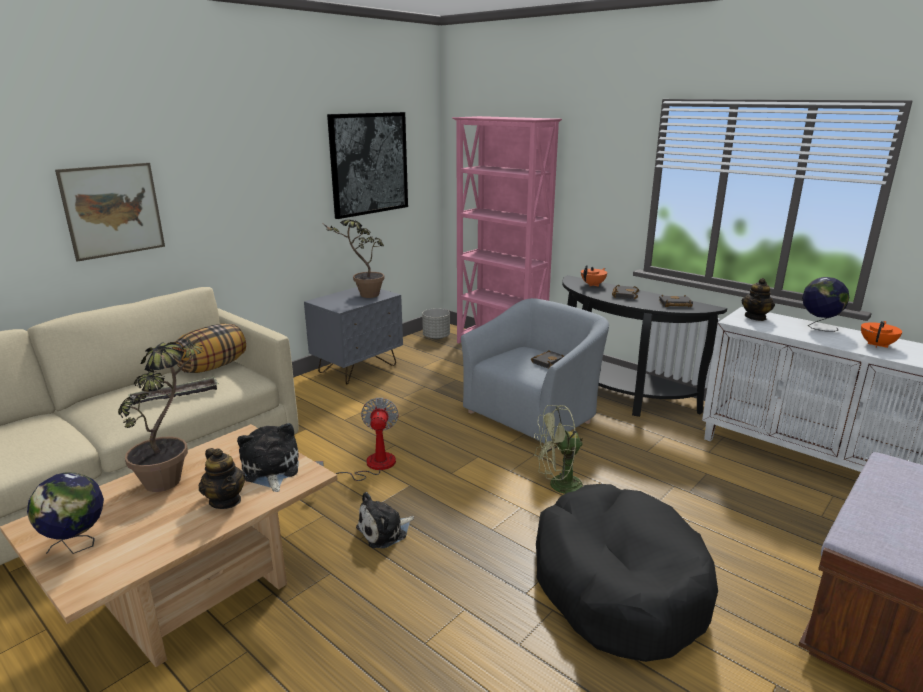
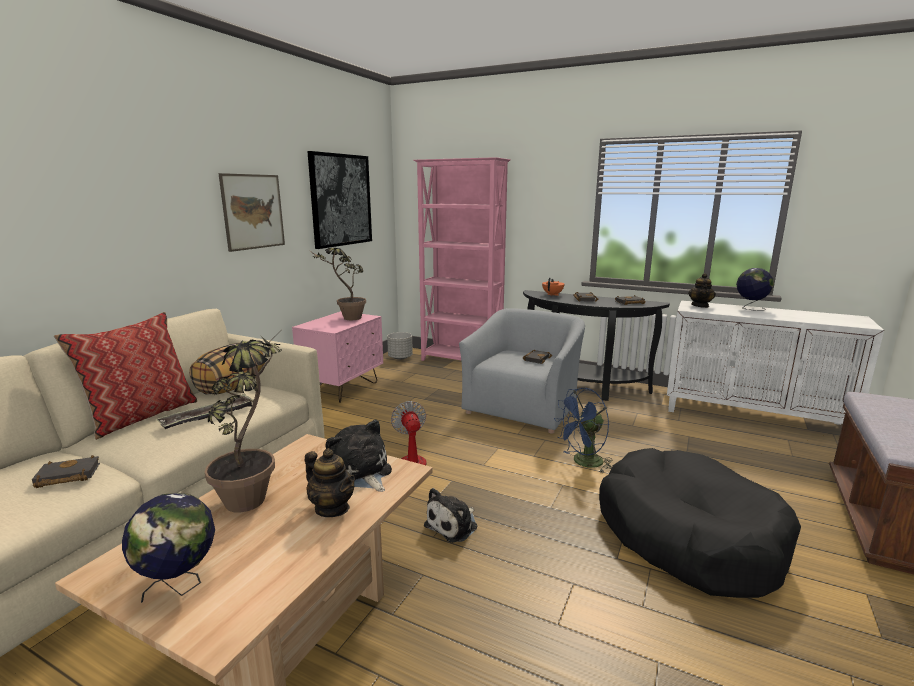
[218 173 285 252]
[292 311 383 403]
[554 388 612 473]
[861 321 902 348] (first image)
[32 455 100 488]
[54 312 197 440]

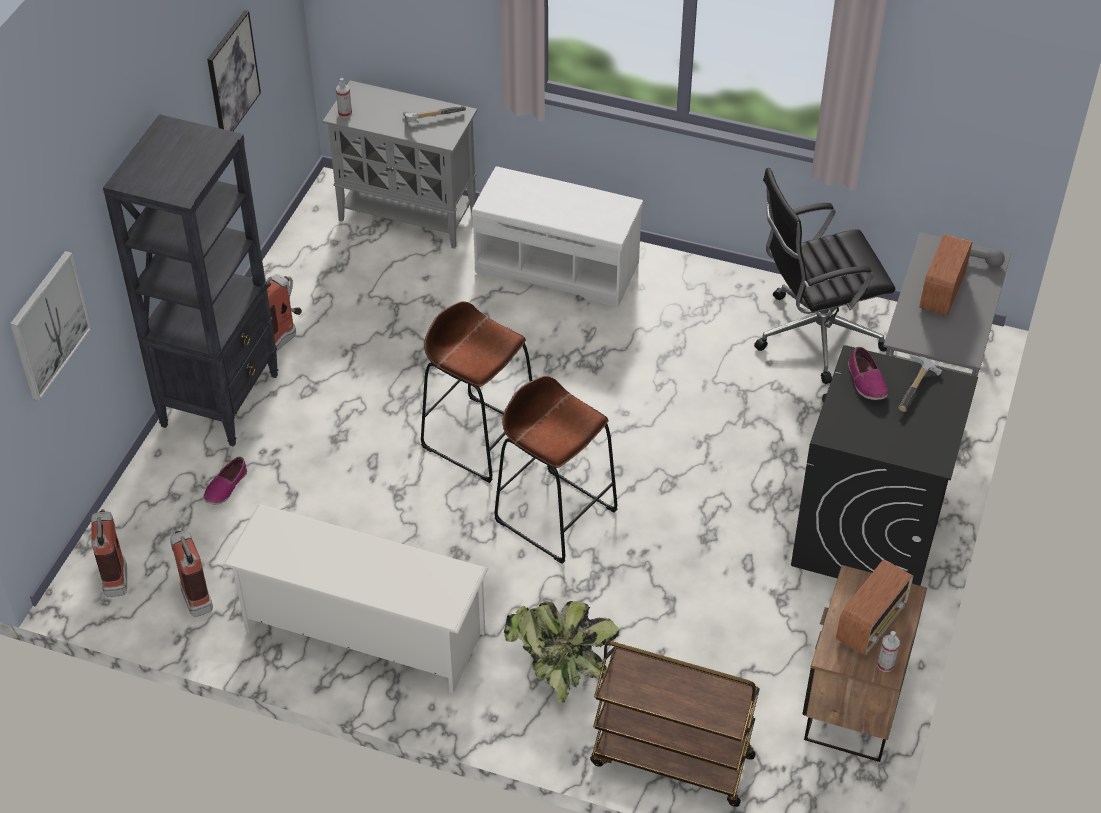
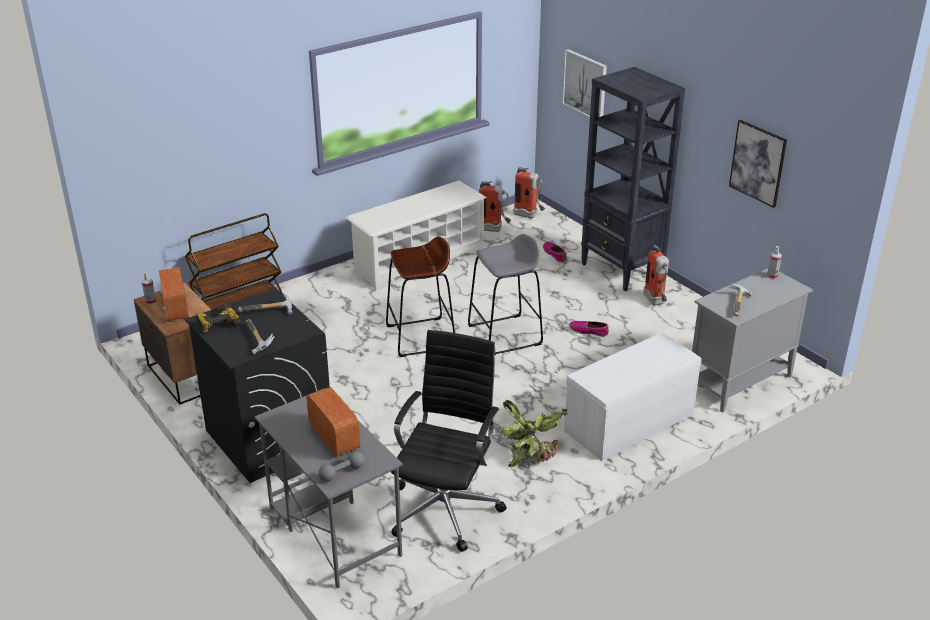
[468 234 543 355]
[500 400 567 467]
[569 321 609 337]
[196 303 240 333]
[238 292 292 314]

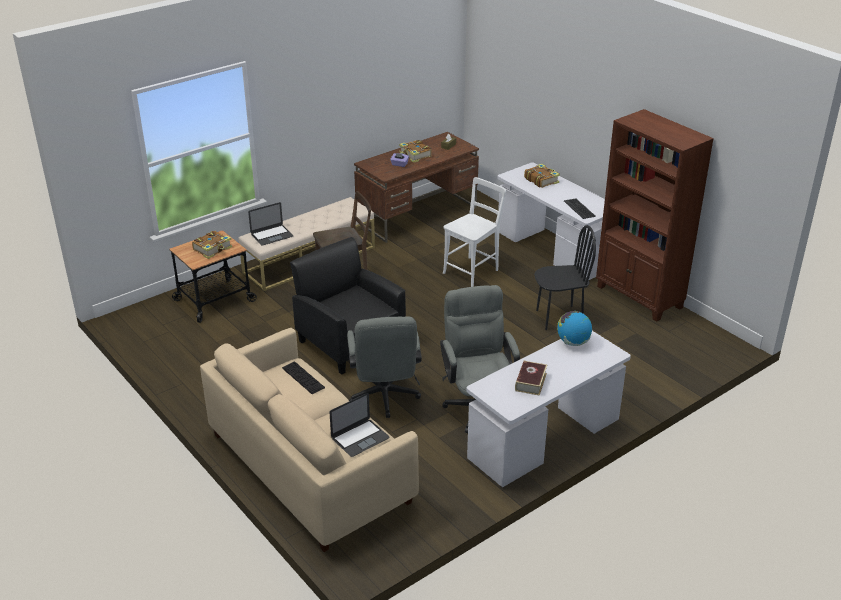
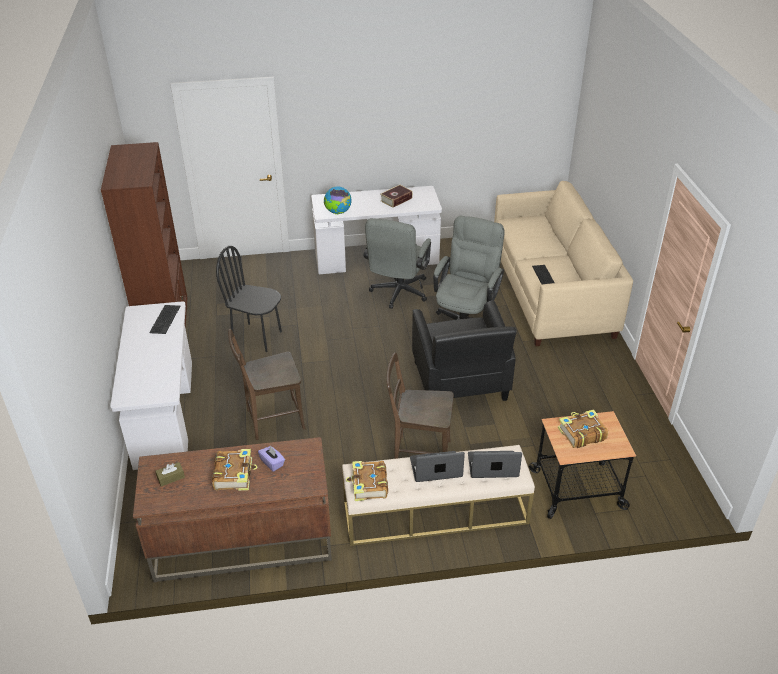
[410 451 465 482]
[228 329 306 440]
[346 461 388 501]

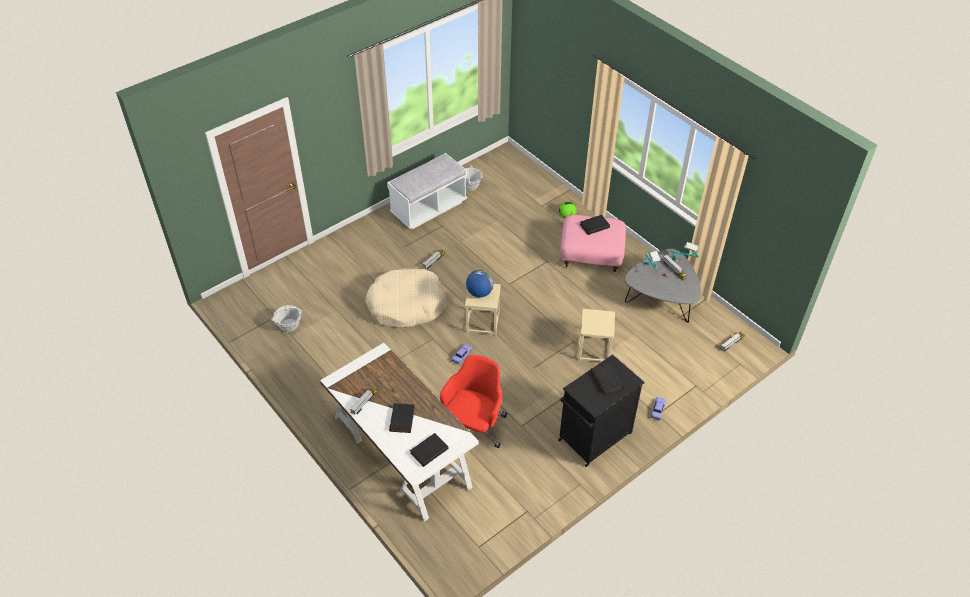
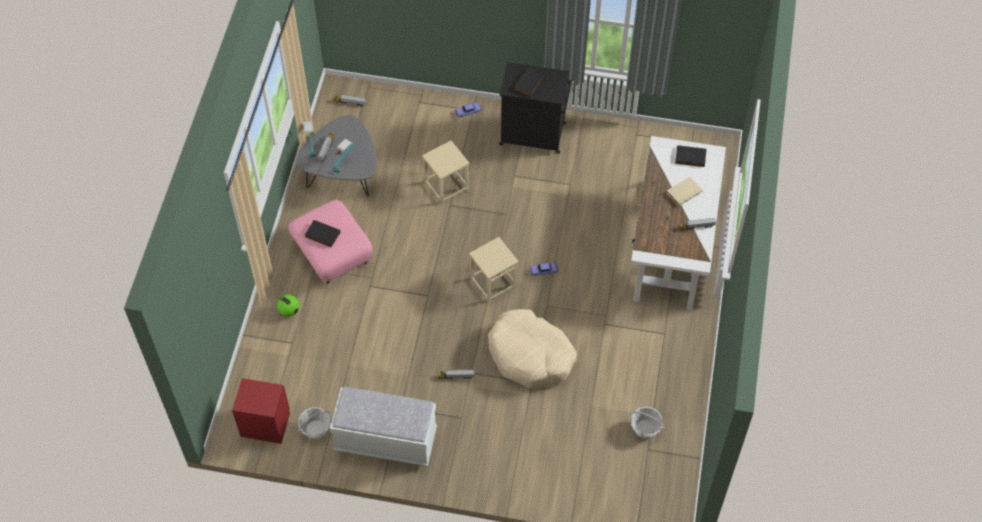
[667 177 702 206]
[440 355 507 448] (first image)
[466 270 494 297] (first image)
[232 378 290 444]

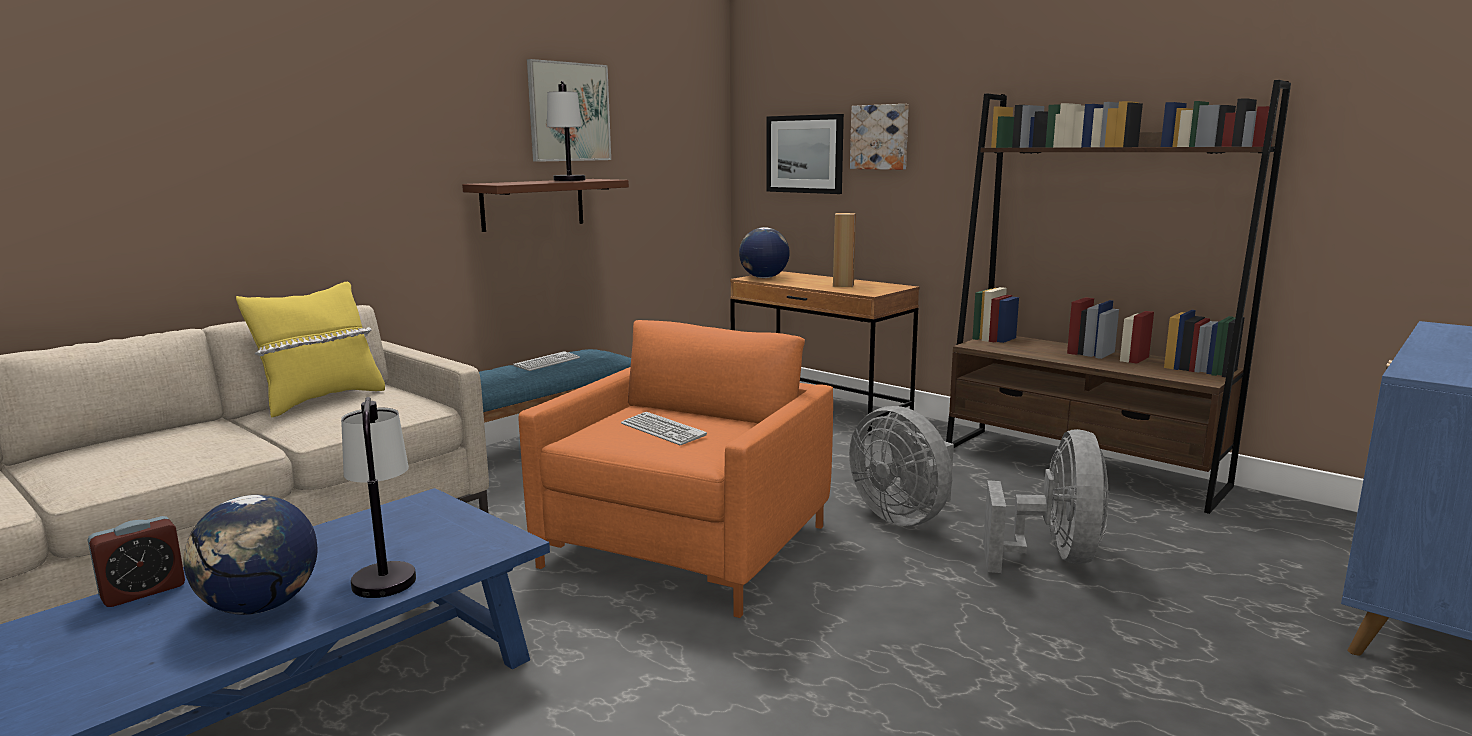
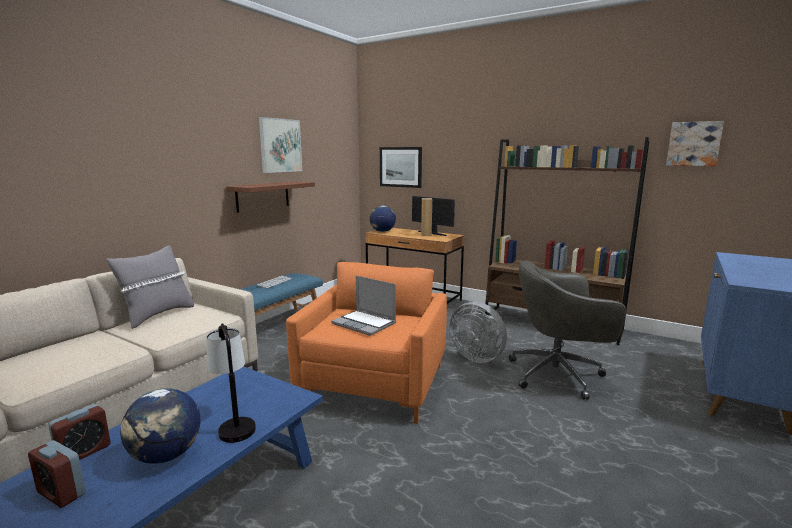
[107 246 194 329]
[547 81 585 181] (first image)
[331 276 396 336]
[666 121 724 166]
[509 261 626 400]
[28 440 86 508]
[412 196 455 236]

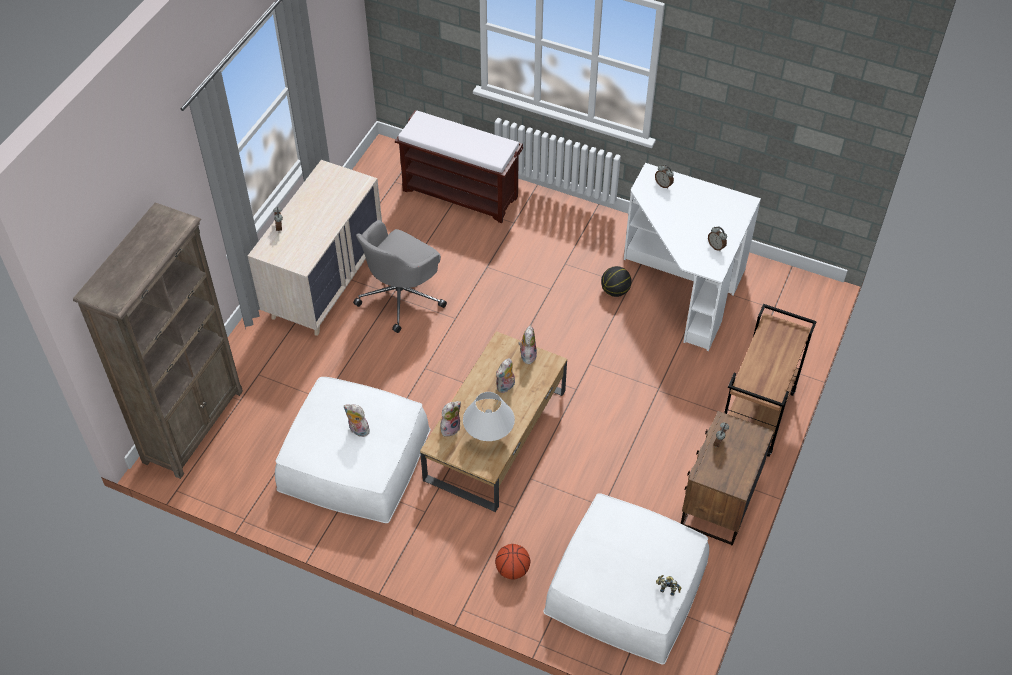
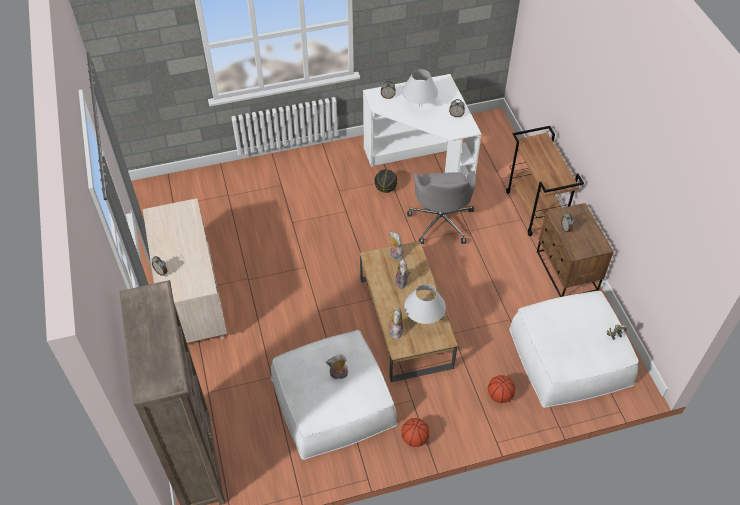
[407 171 476 244]
[395 110 523 223] (first image)
[401 418 430 447]
[402 69 438 107]

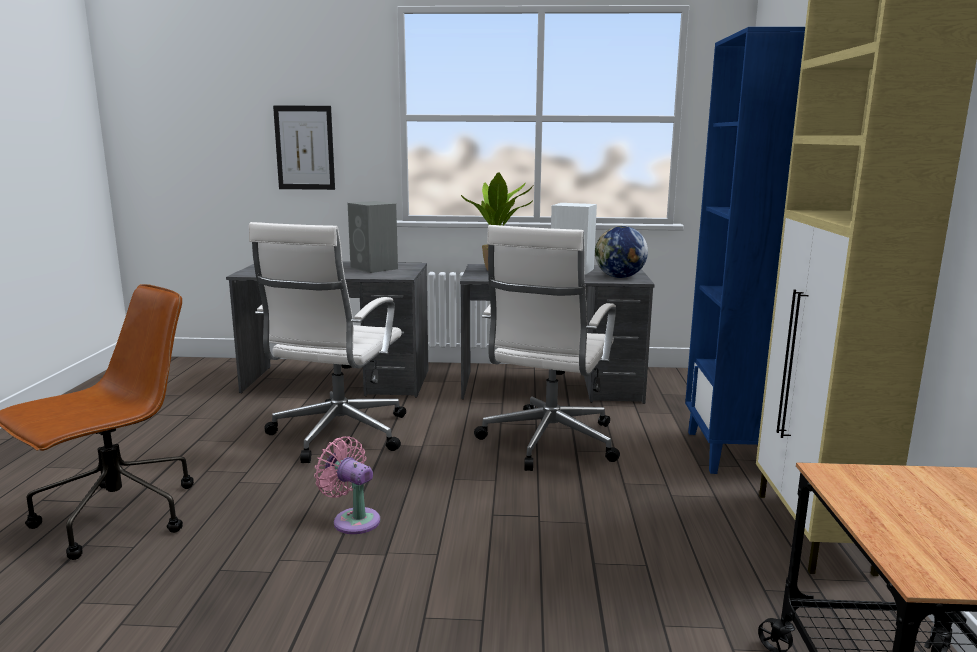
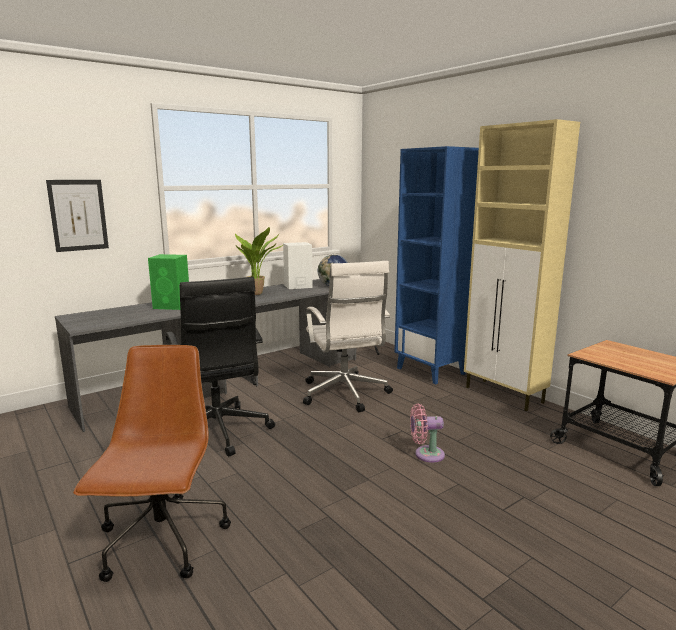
[166 277 275 457]
[410 404 445 463]
[148 254 189 310]

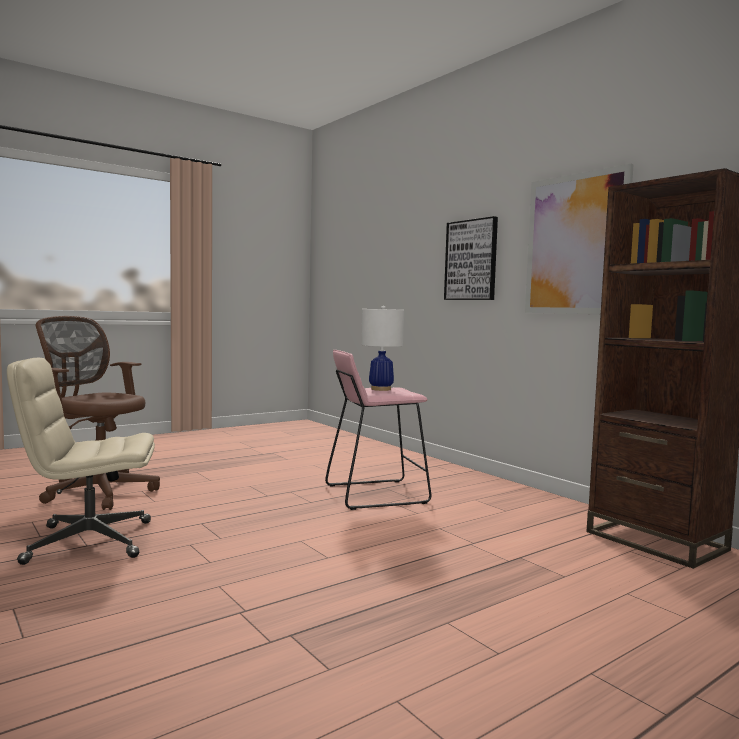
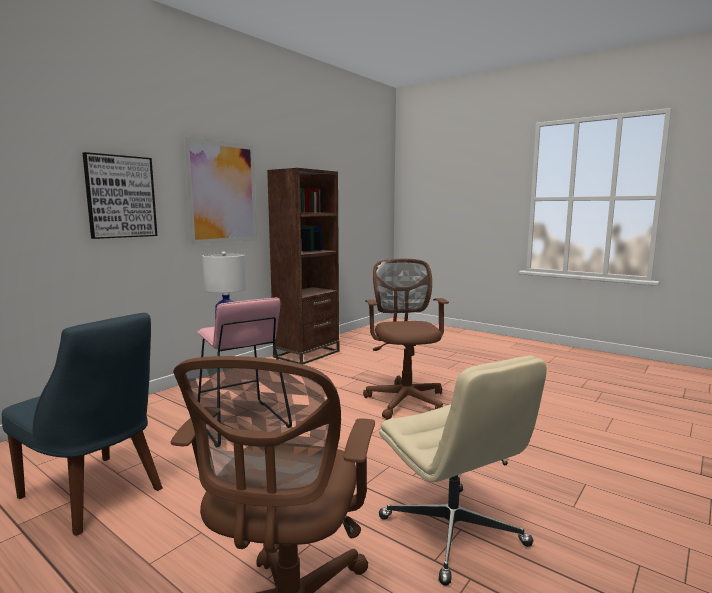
[1 313 163 536]
[363 259 449 420]

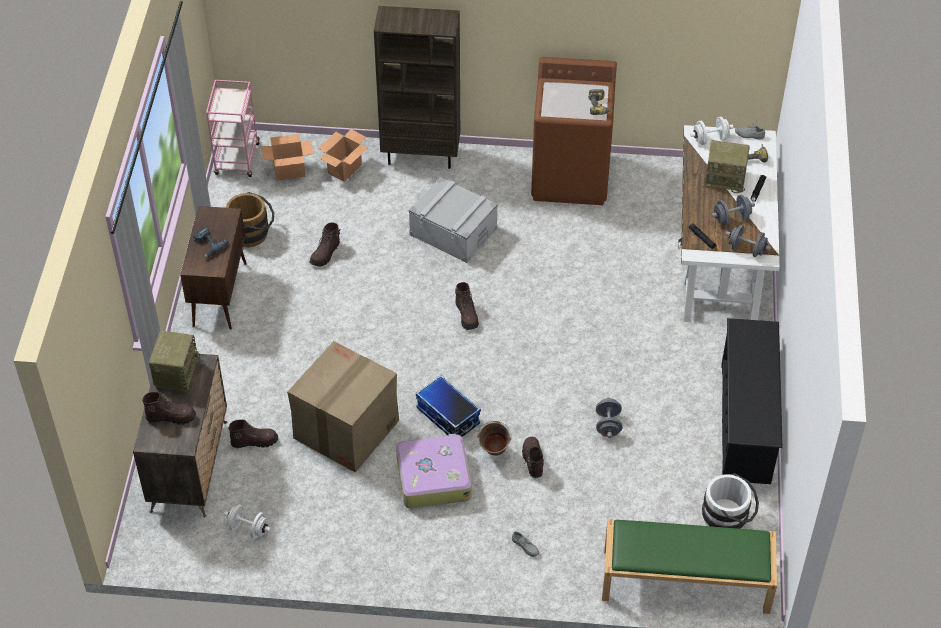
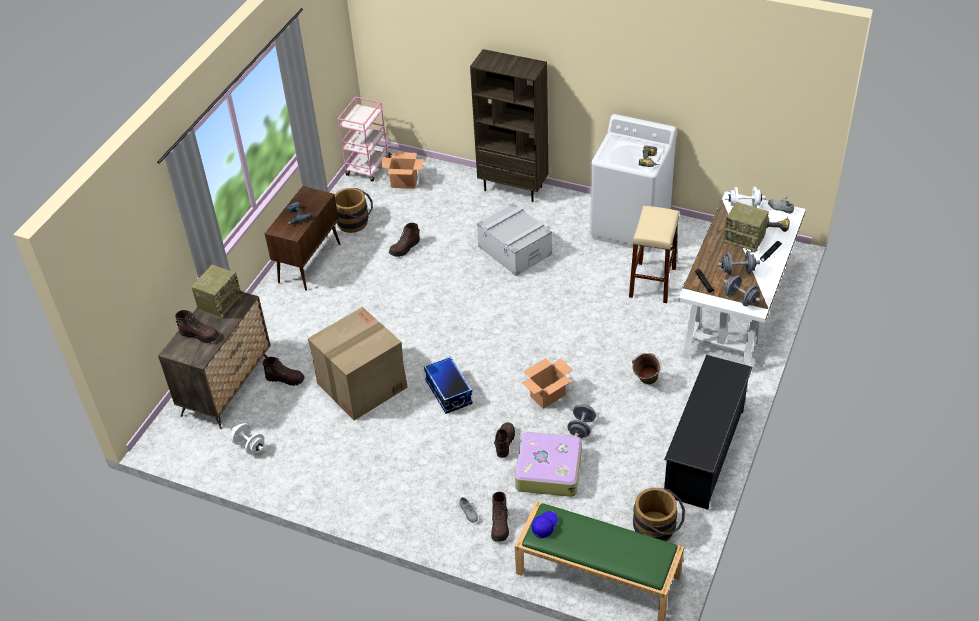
[522 358 573 409]
[515 431 582 497]
[491 492 510 542]
[632 353 661 385]
[590 114 676 252]
[633 488 685 542]
[532 511 558 538]
[629 206 679 303]

